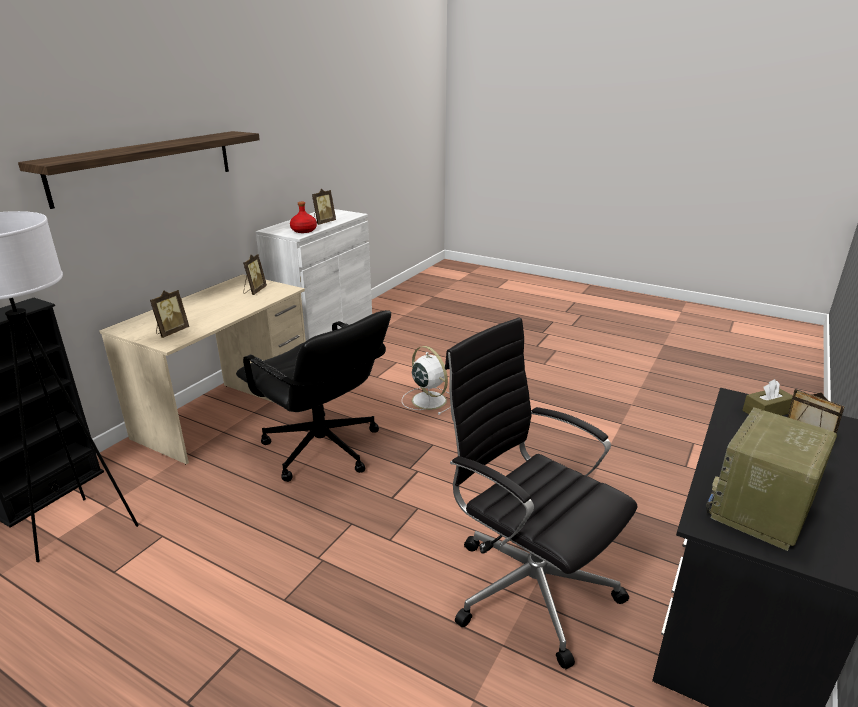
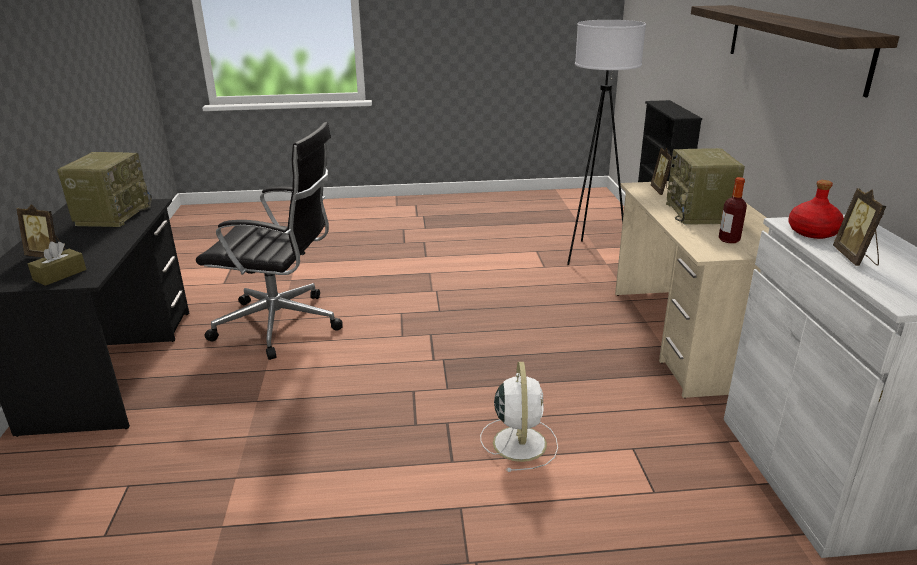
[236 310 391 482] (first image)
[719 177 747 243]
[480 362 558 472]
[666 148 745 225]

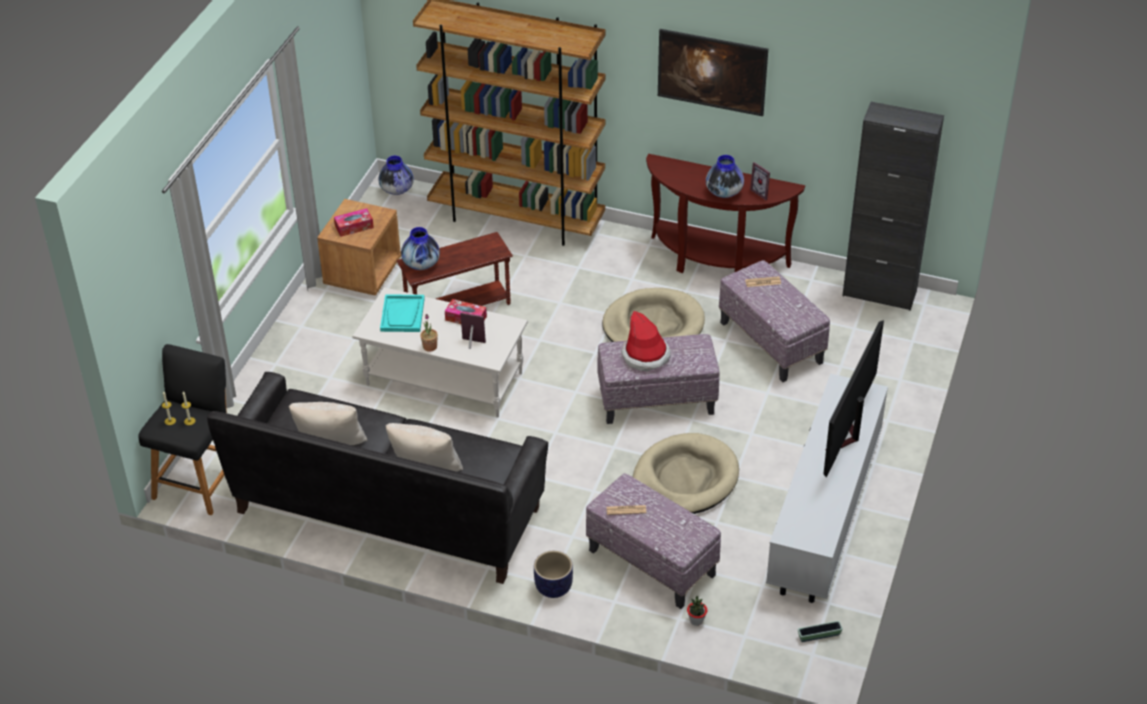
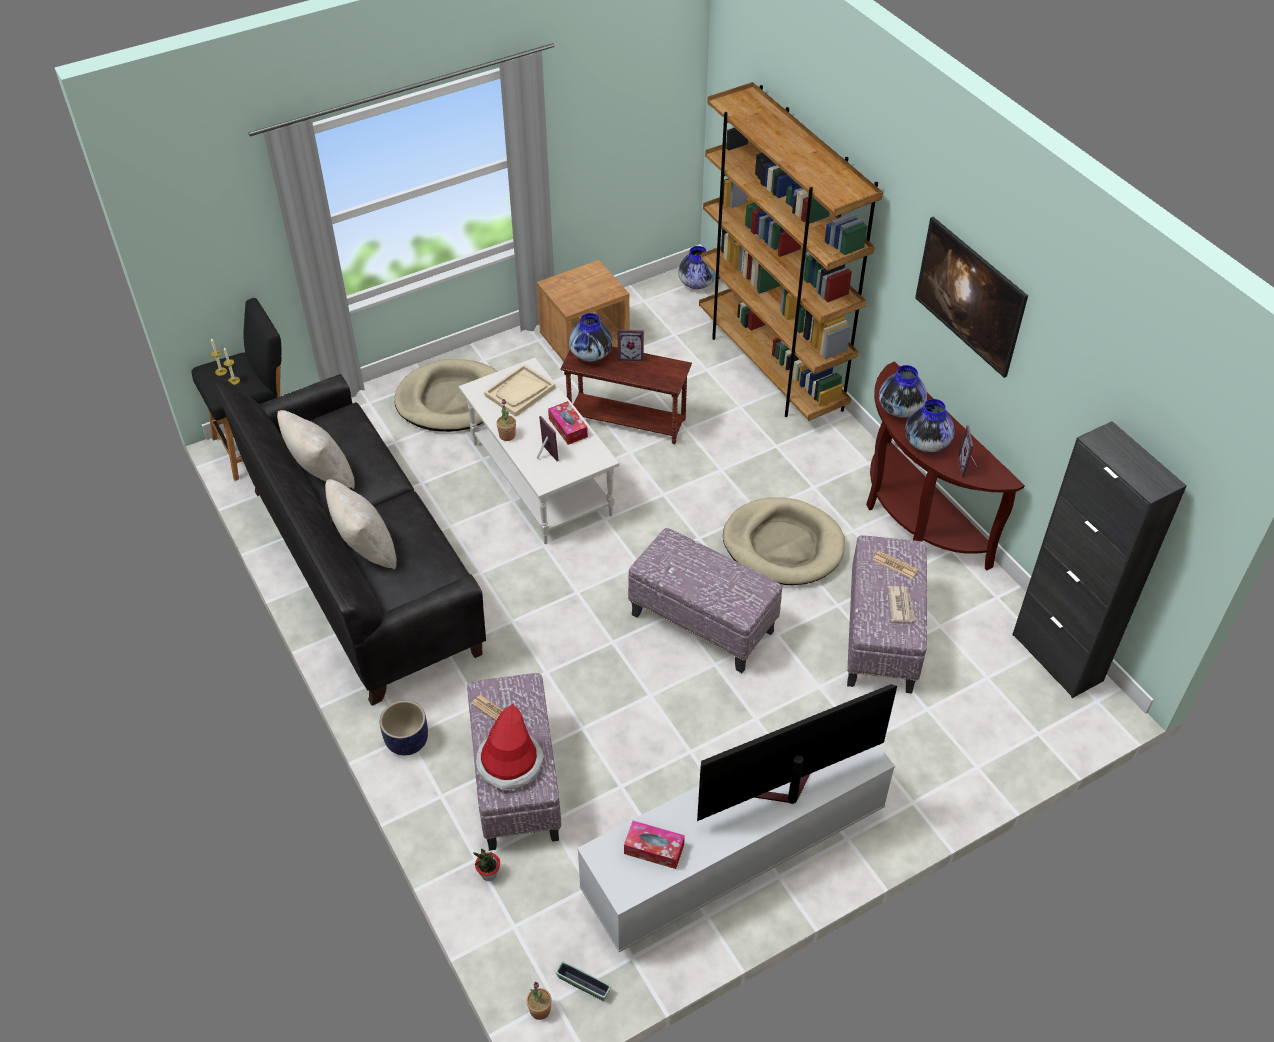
[624 821 685 869]
[484 364 555 417]
[476 704 544 789]
[394 359 498 432]
[526 982 552 1020]
[618 329 644 362]
[879 365 927 418]
[887 586 915 622]

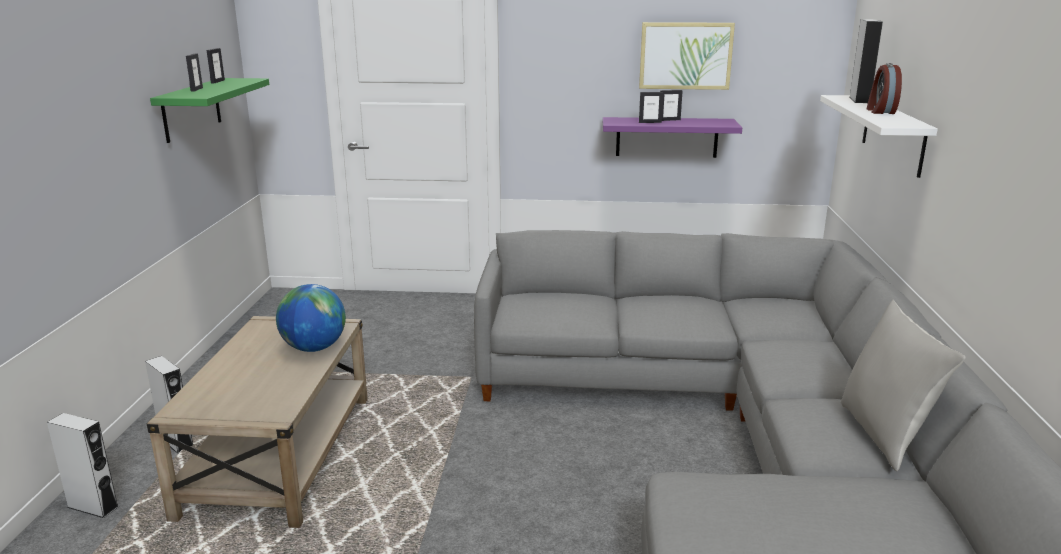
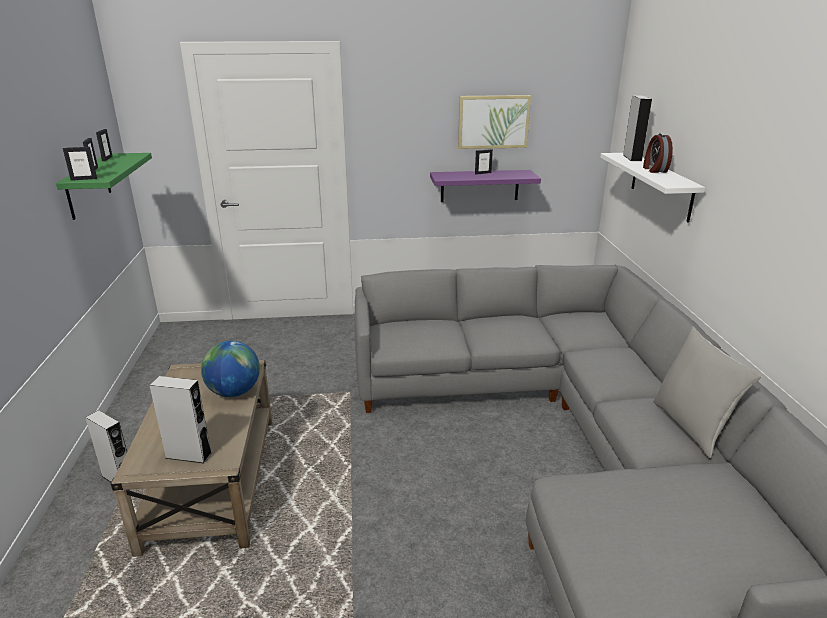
[149 376 212 463]
[63 147 97 181]

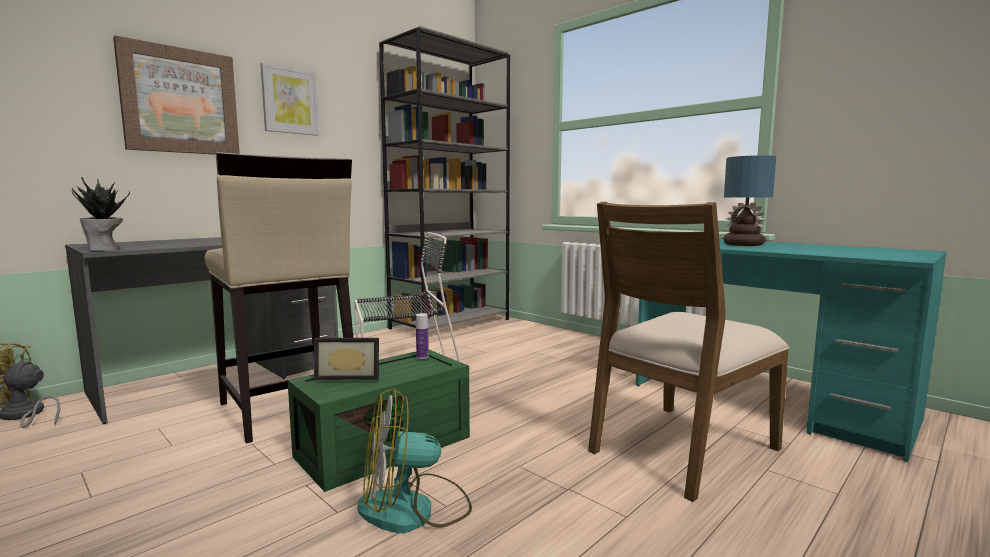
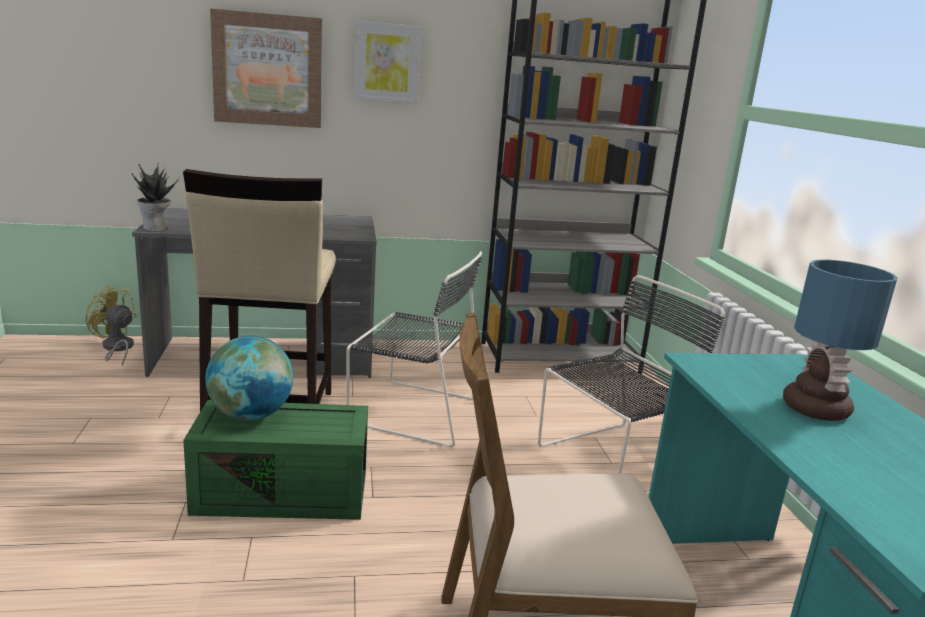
[205 336 293 420]
[357 388 472 533] (first image)
[416 313 429 359] (first image)
[538 275 725 495]

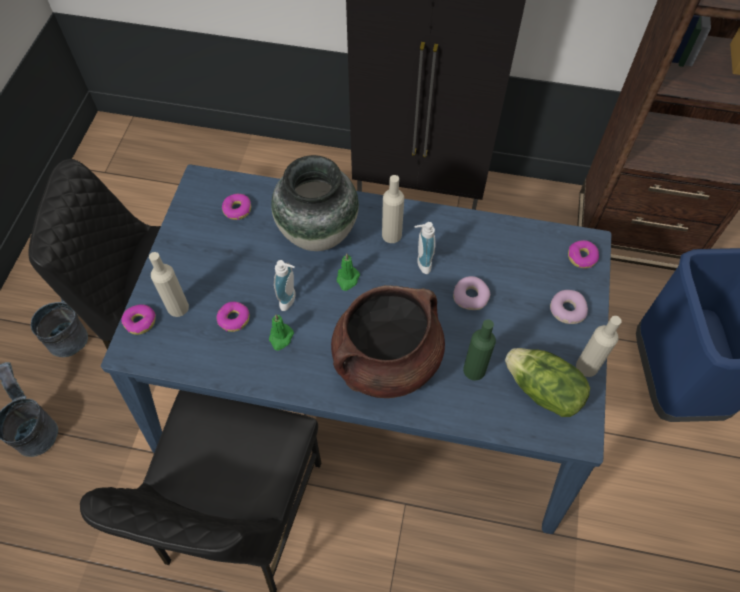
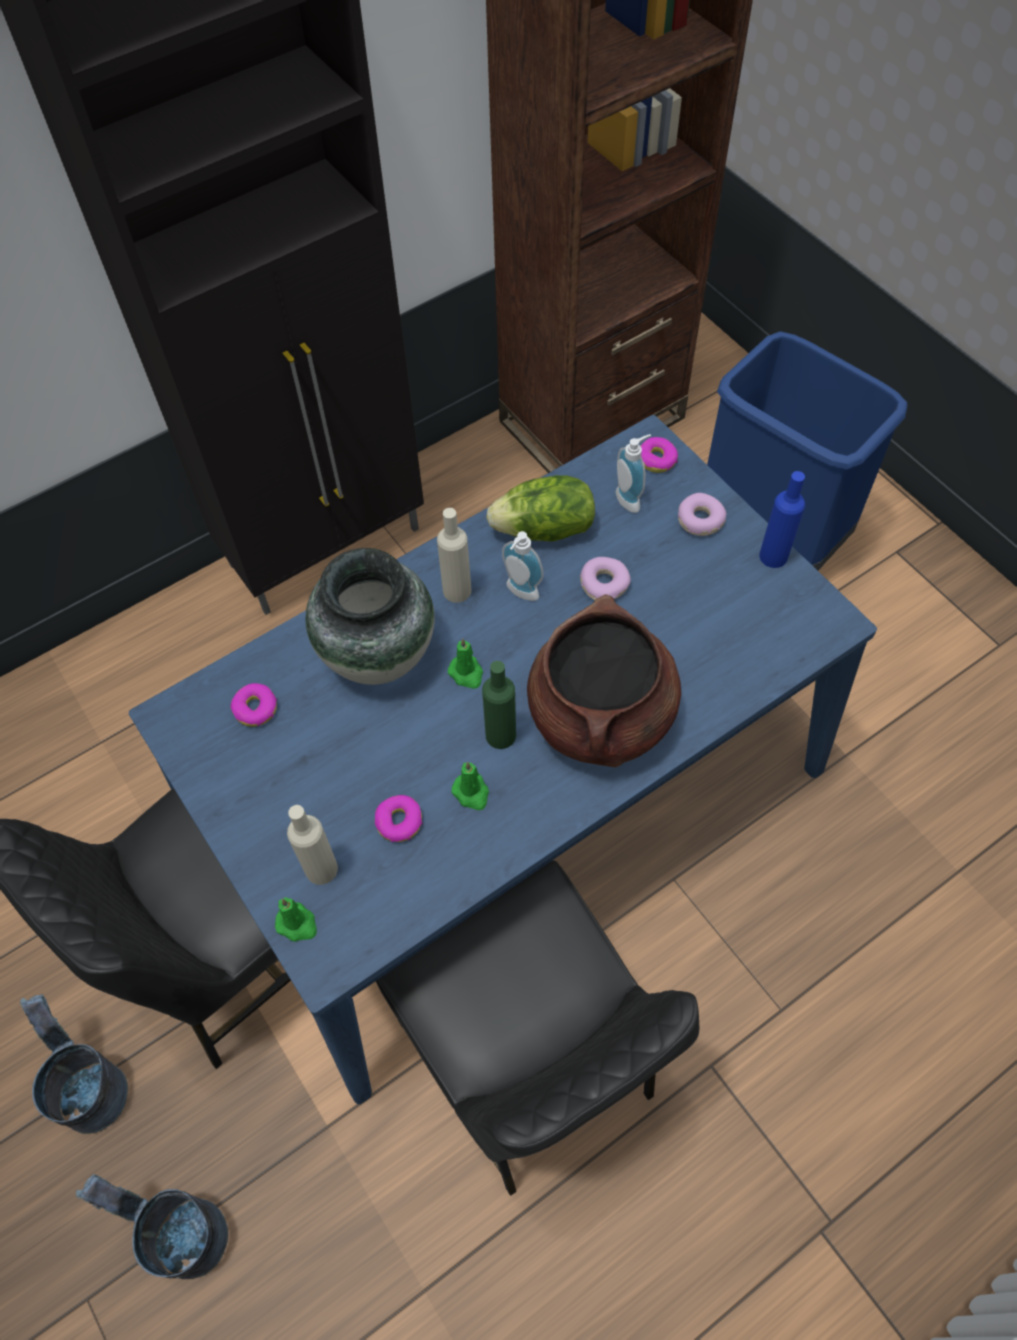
[275 898 317 942]
[616 434 651 513]
[482 661 516 749]
[486 475 595 542]
[759 471 805 568]

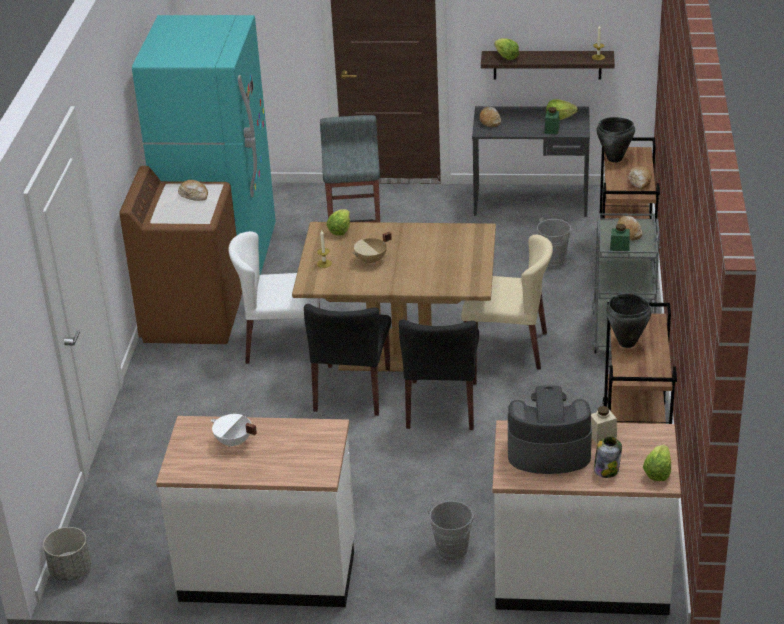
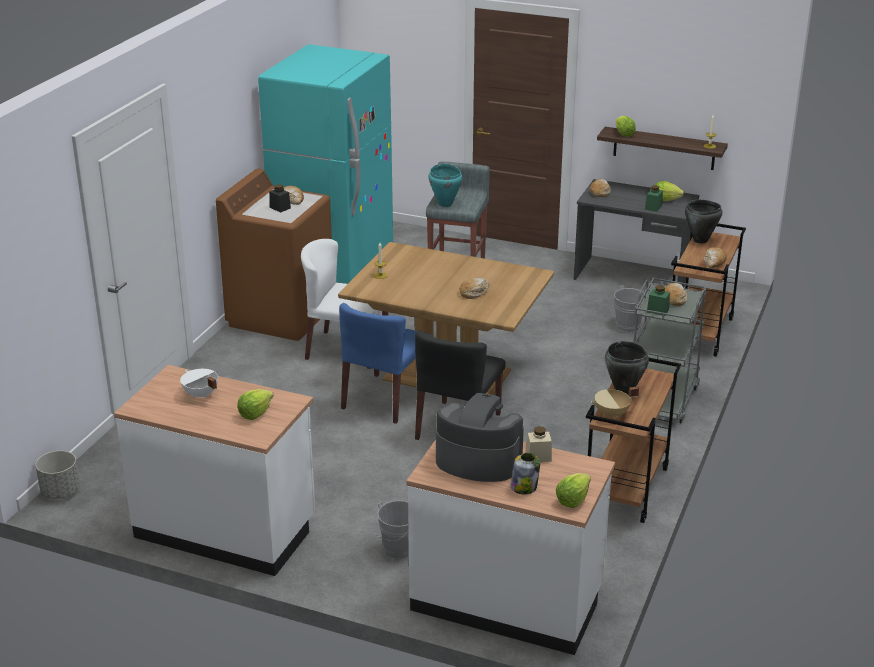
[339 303 431 424]
[237 389 273 420]
[591 386 639 419]
[461 235 553 370] (first image)
[269 184 291 213]
[429 164 463 207]
[460 277 490 299]

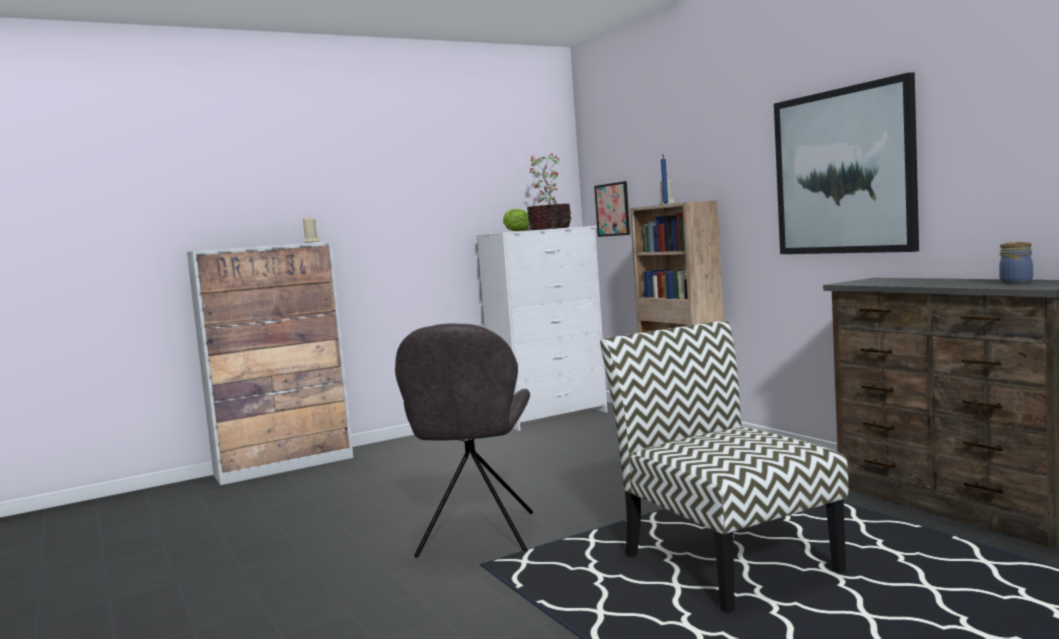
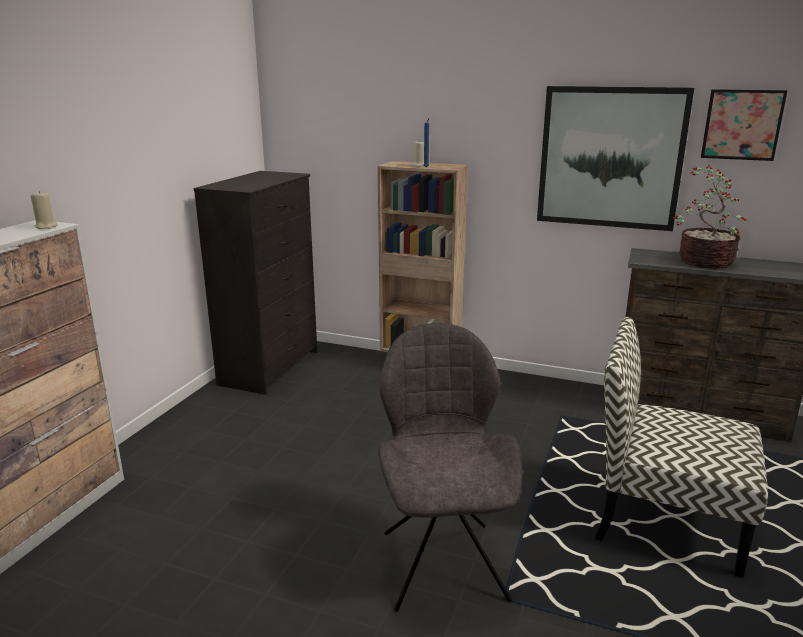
[378 323 522 612]
[194 171 317 395]
[503 209 530 231] (first image)
[673 165 747 269]
[701 89 788 161]
[999 242 1033 284] (first image)

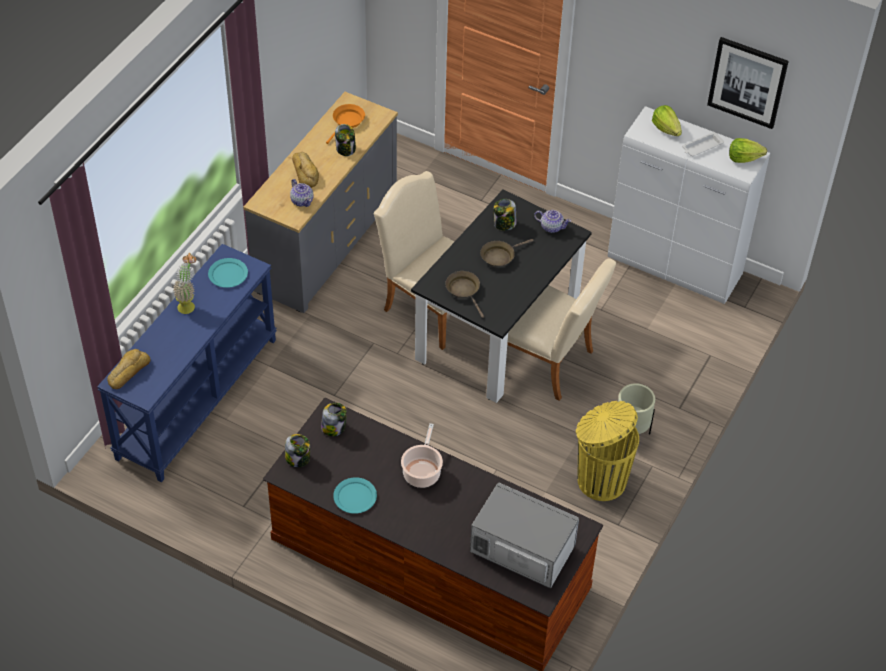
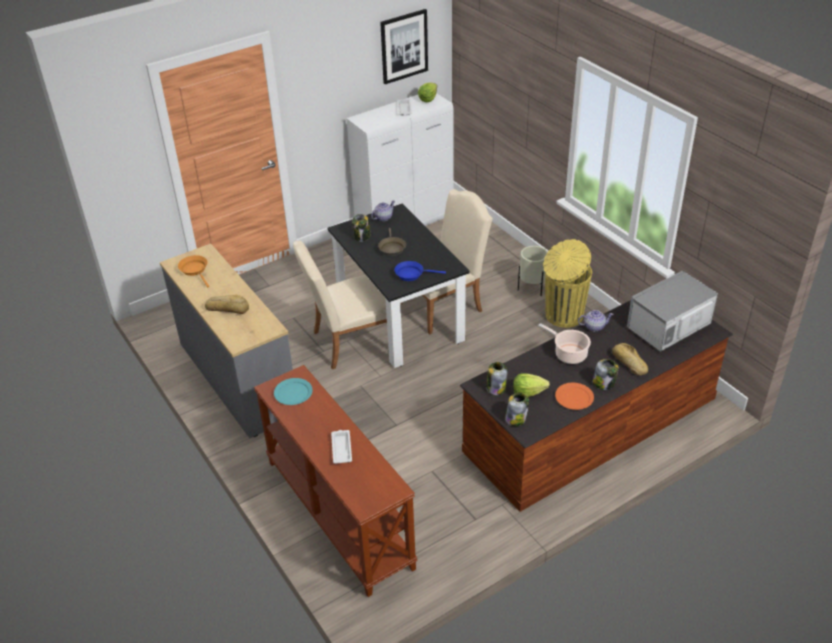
[254 365 417 597]
[612 343 648 376]
[173 252 196 314] (first image)
[578 310 613 332]
[555 383 594 410]
[593 359 619 390]
[394 261 446 281]
[513 374 550 397]
[331 430 352 464]

